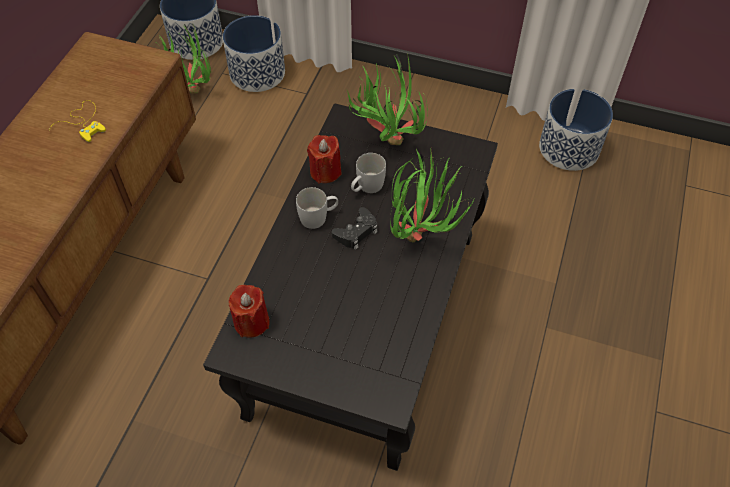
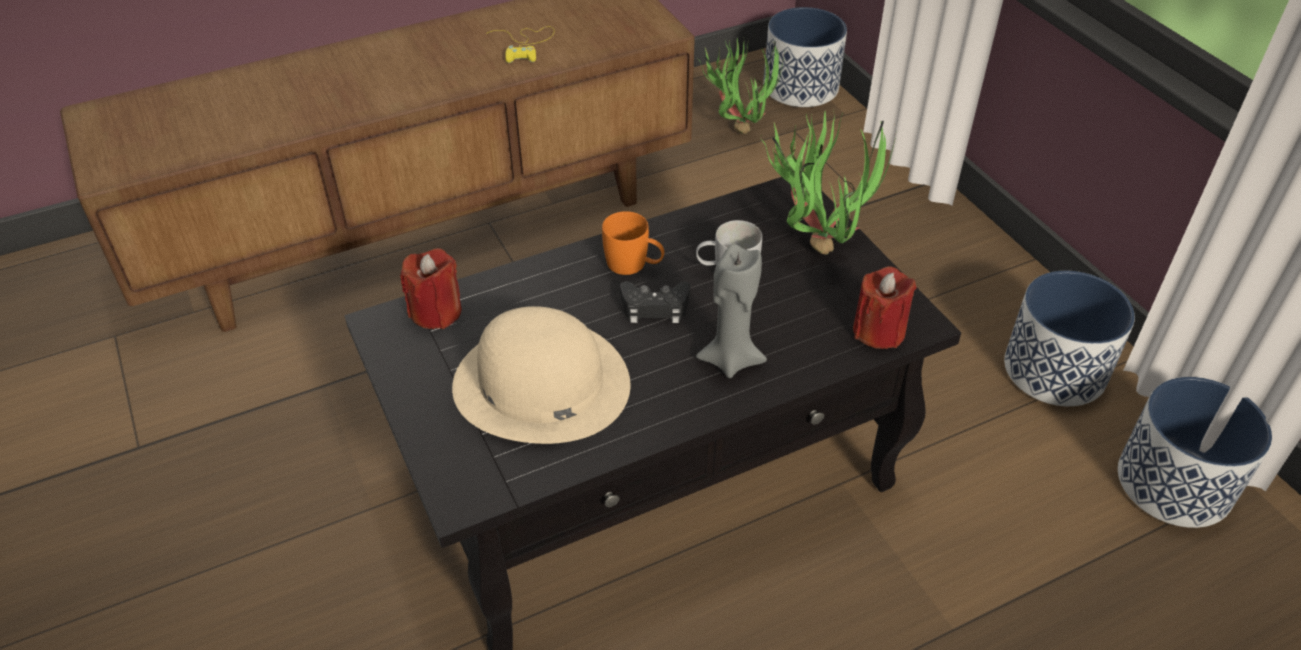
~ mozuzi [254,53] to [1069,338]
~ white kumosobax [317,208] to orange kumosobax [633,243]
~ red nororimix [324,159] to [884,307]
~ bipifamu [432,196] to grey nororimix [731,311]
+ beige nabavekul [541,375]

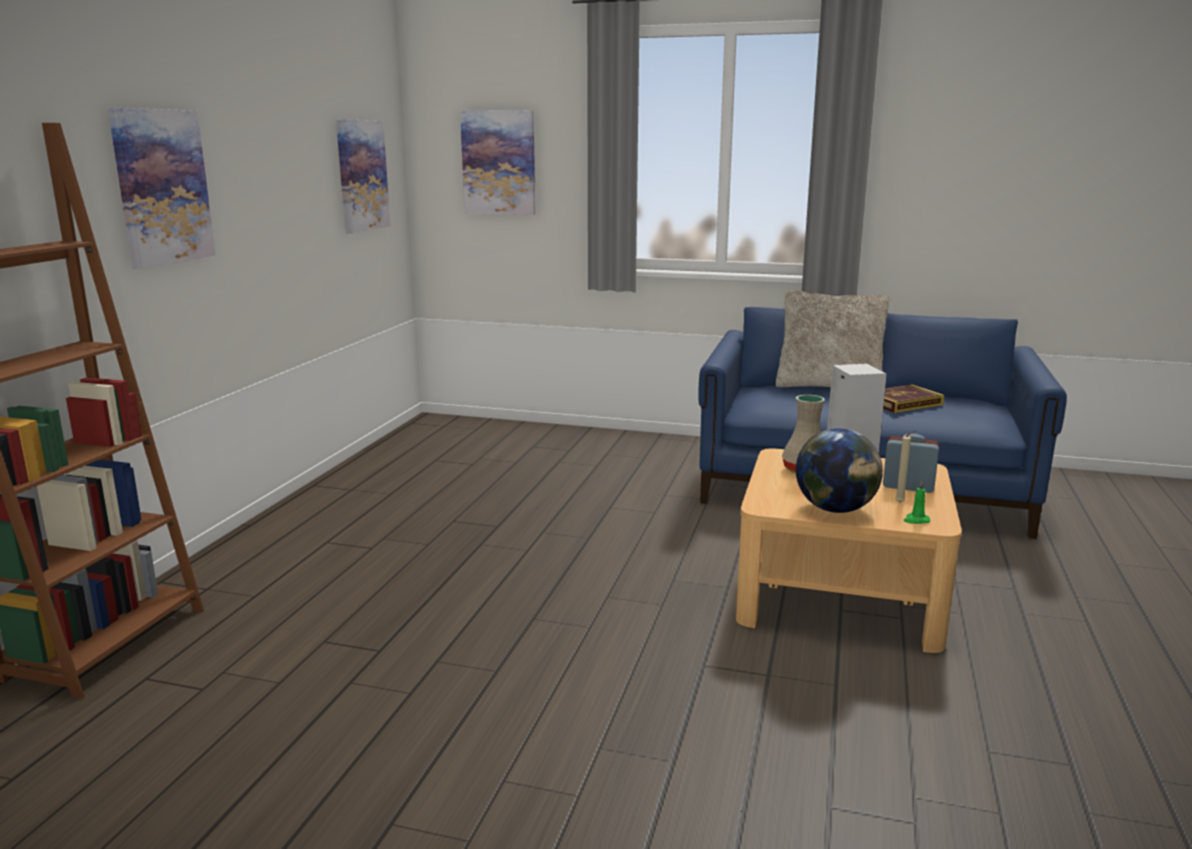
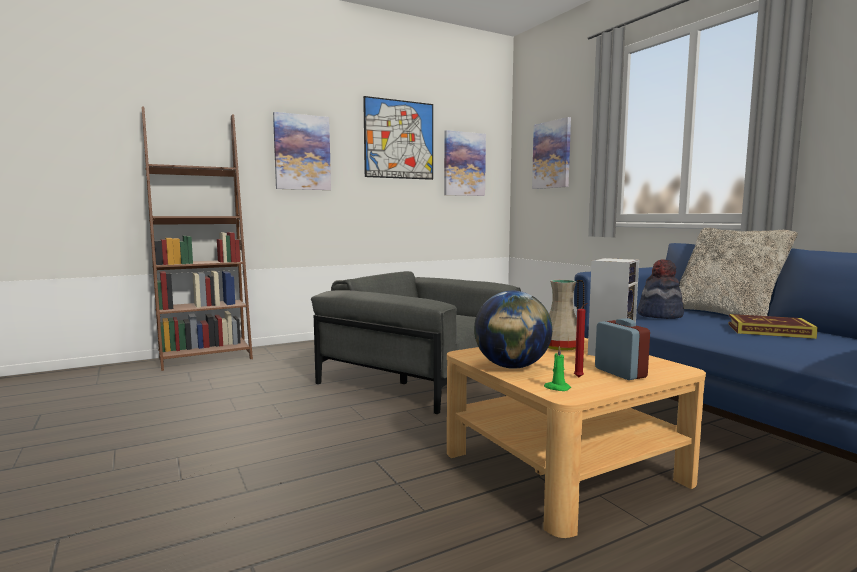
~ beige nororimix [905,467] to red nororimix [581,340]
+ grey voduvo [416,342]
+ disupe [398,138]
+ nabavekul [660,289]

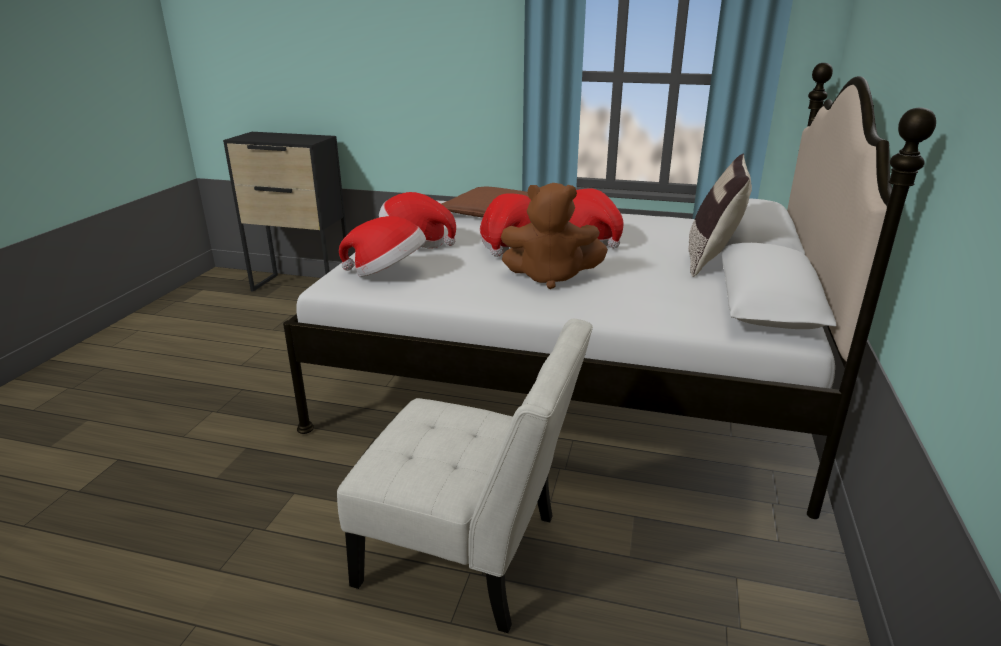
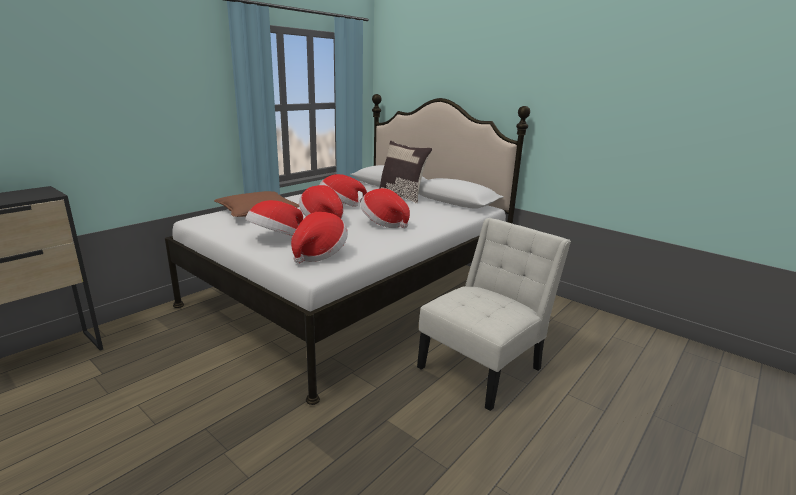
~ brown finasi [554,236] to nabavekul [385,208]

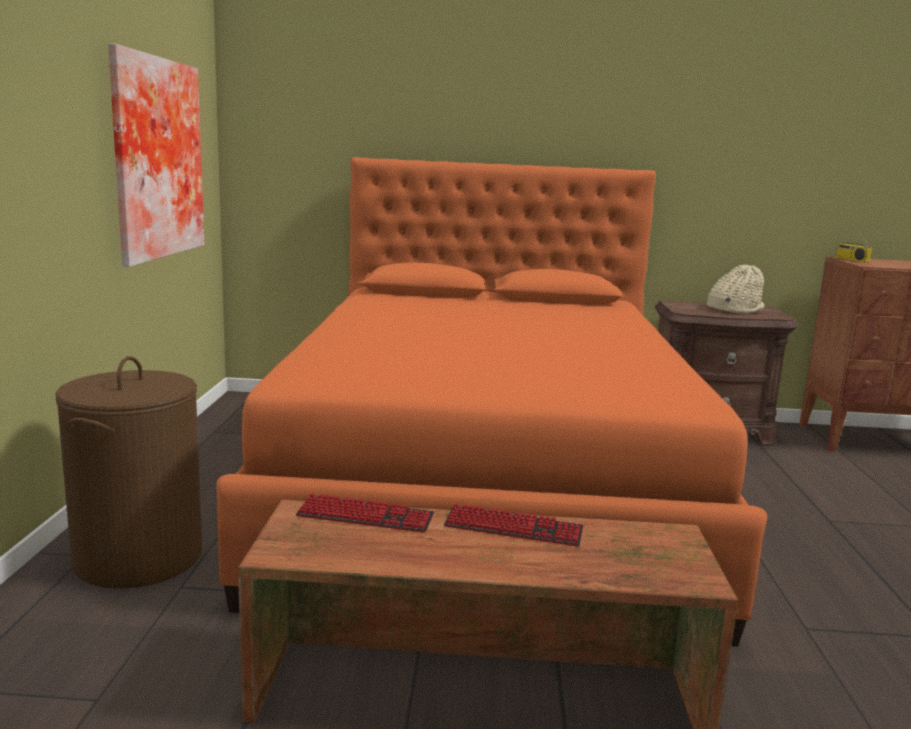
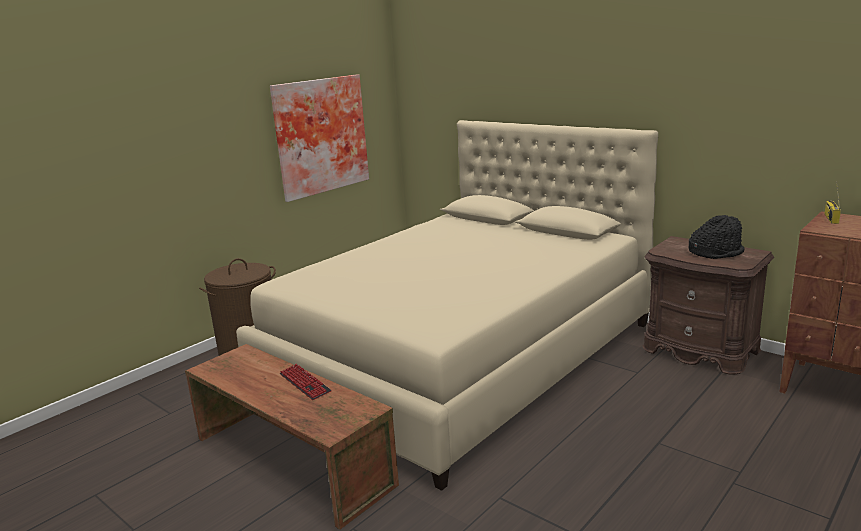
~ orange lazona [491,402] to beige lazona [447,305]
- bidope [365,513]
~ beige nabavekul [735,289] to black nabavekul [716,237]

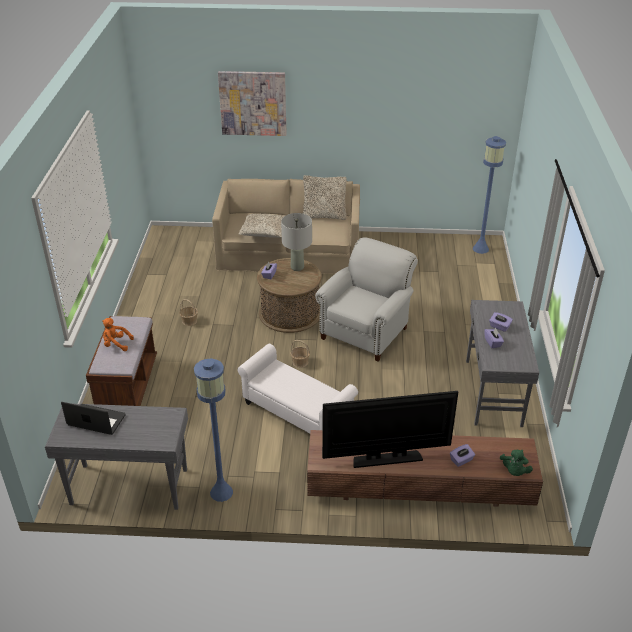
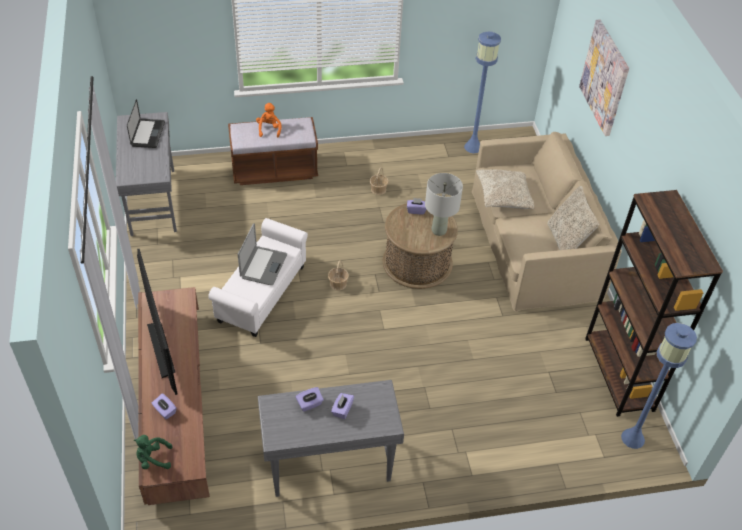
~ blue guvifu [213,430] to [482,92]
- white voduvo [366,299]
+ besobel [262,254]
+ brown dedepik [654,303]

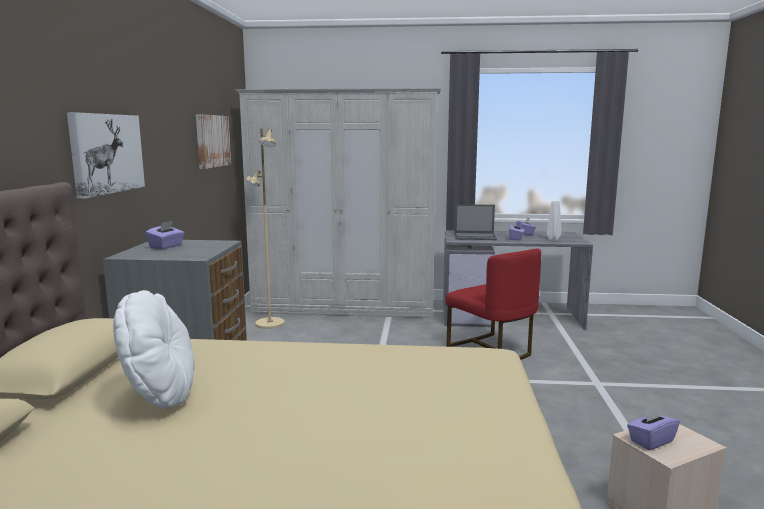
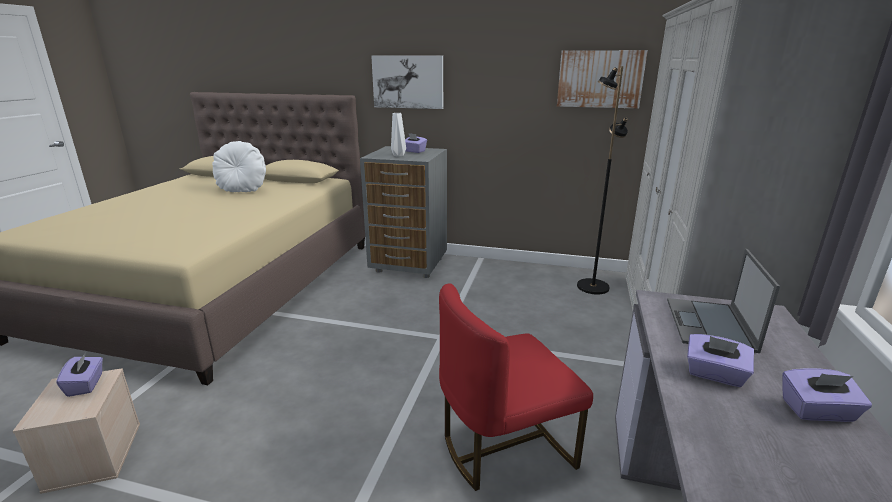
~ beige guvifu [265,229] to black guvifu [602,180]
~ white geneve [554,221] to [398,135]

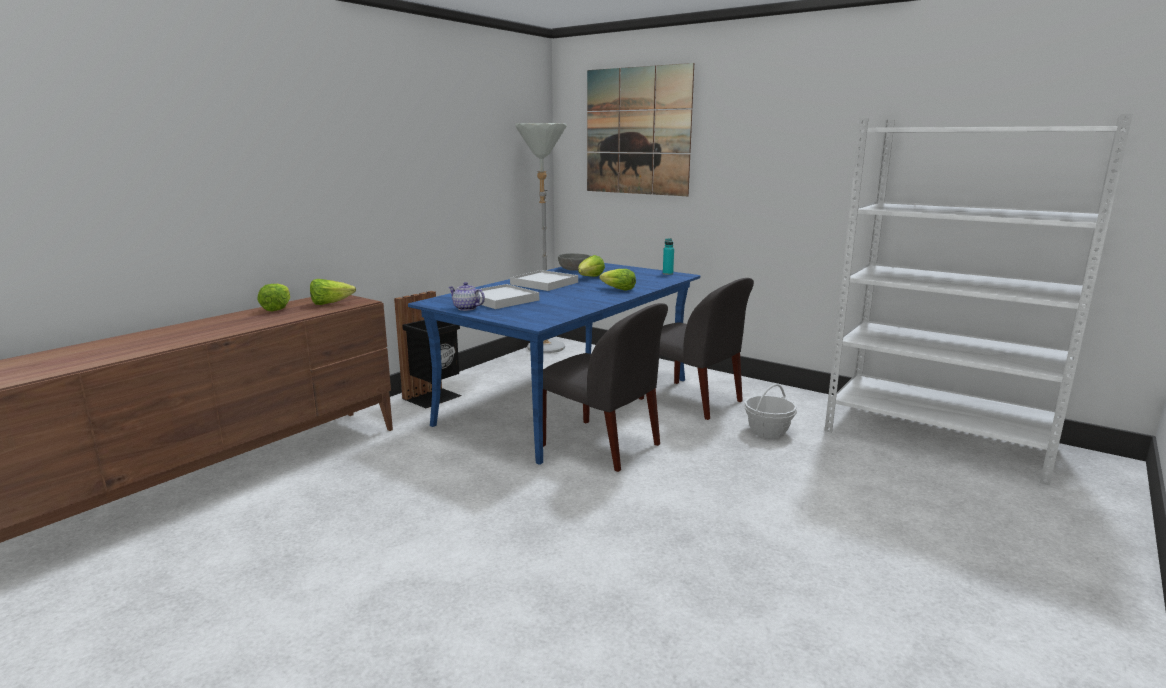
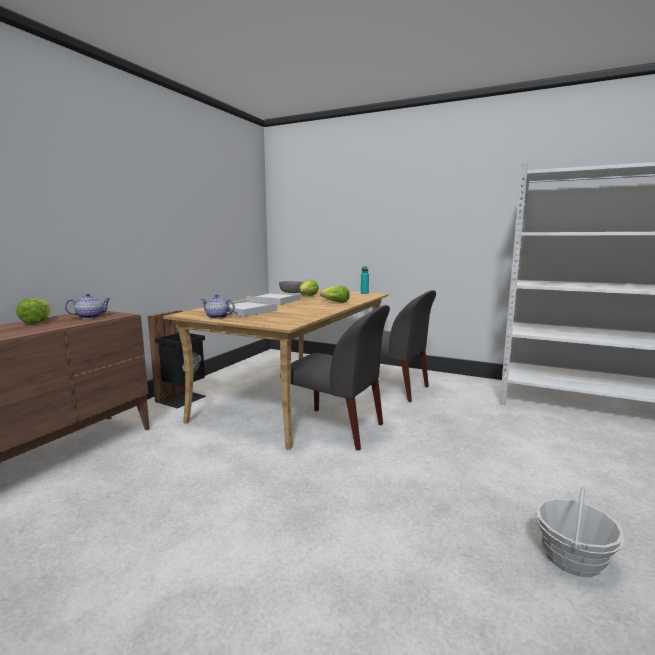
~ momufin [333,292] to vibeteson [88,306]
~ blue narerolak [554,364] to beige narerolak [276,369]
- grey guvifu [541,238]
- disupe [640,129]
~ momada [770,411] to [580,532]

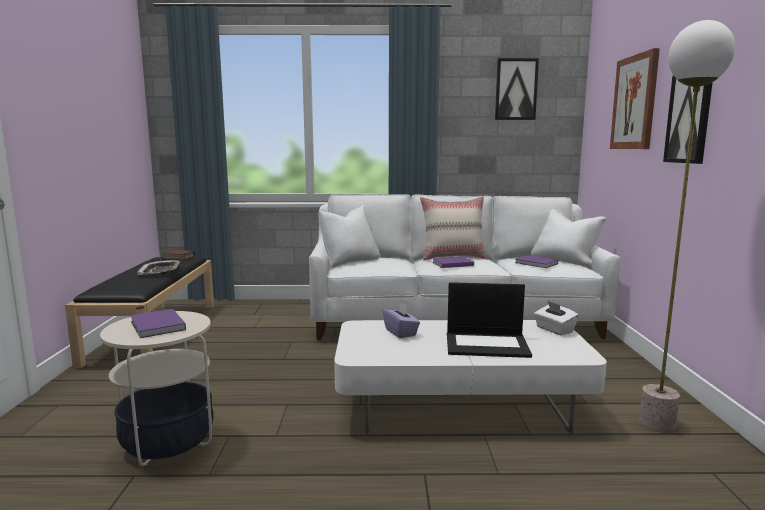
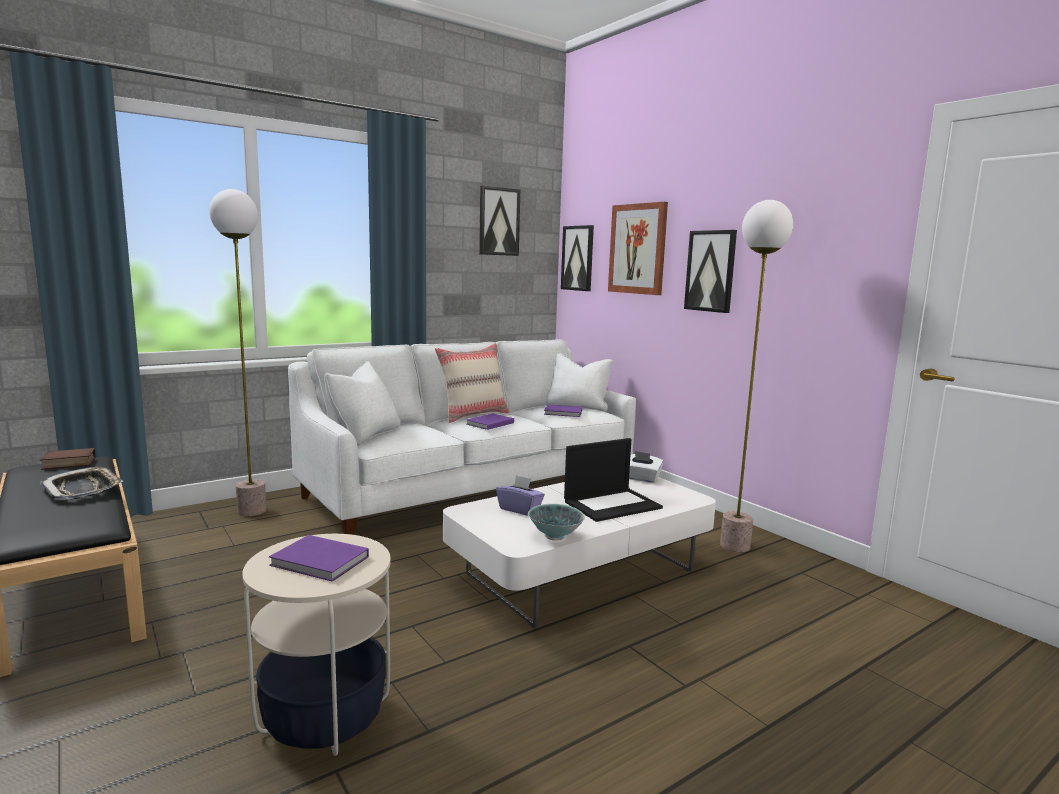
+ guvifu [238,352]
+ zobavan [556,522]
+ disupe [577,258]

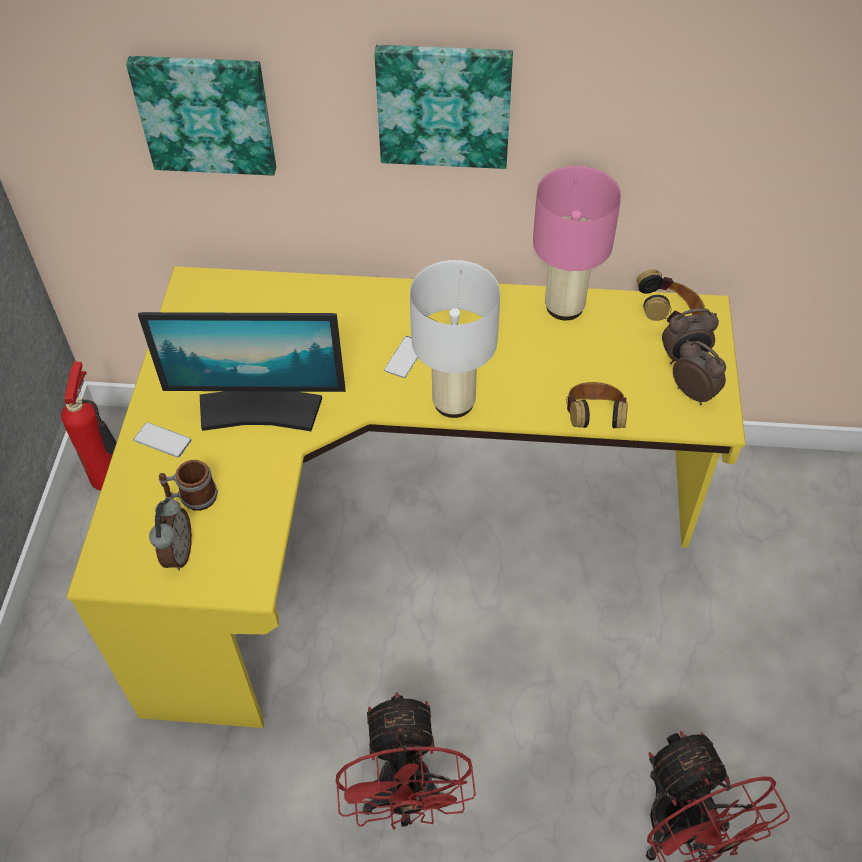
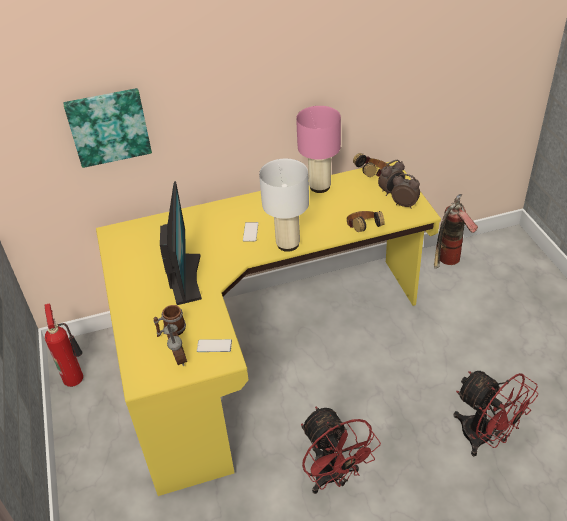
~ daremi [162,439] to [214,345]
~ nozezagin [242,371] = [181,243] 75 degrees counterclockwise
- disupe [443,107]
+ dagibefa [456,231]

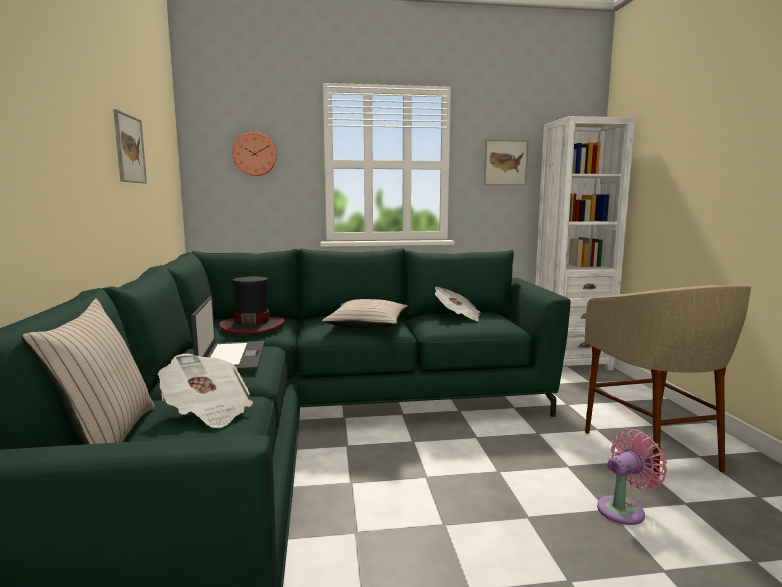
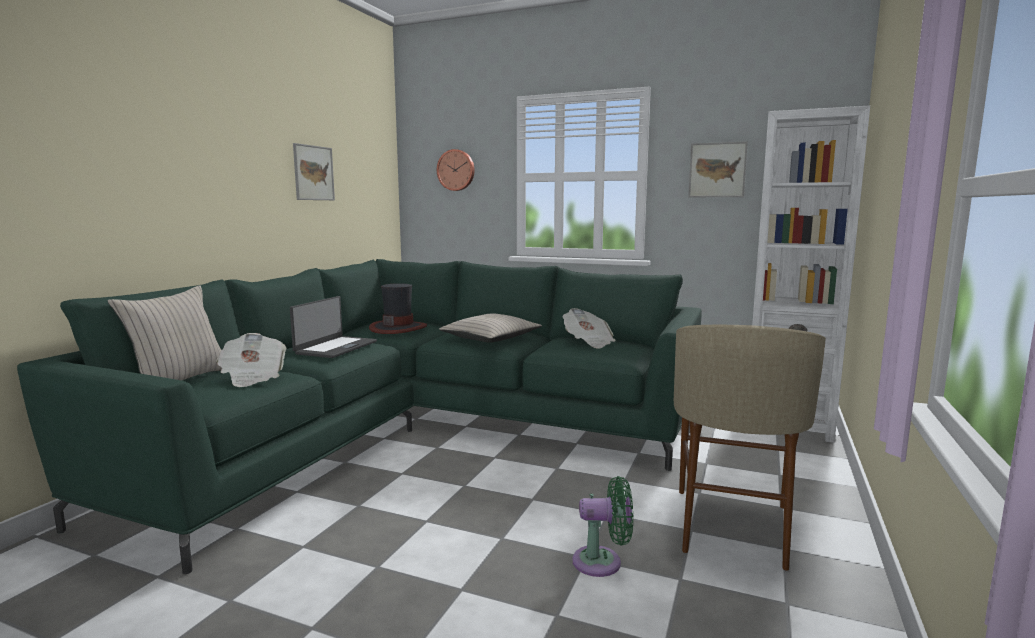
~ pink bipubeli [632,477] to green bipubeli [602,526]

